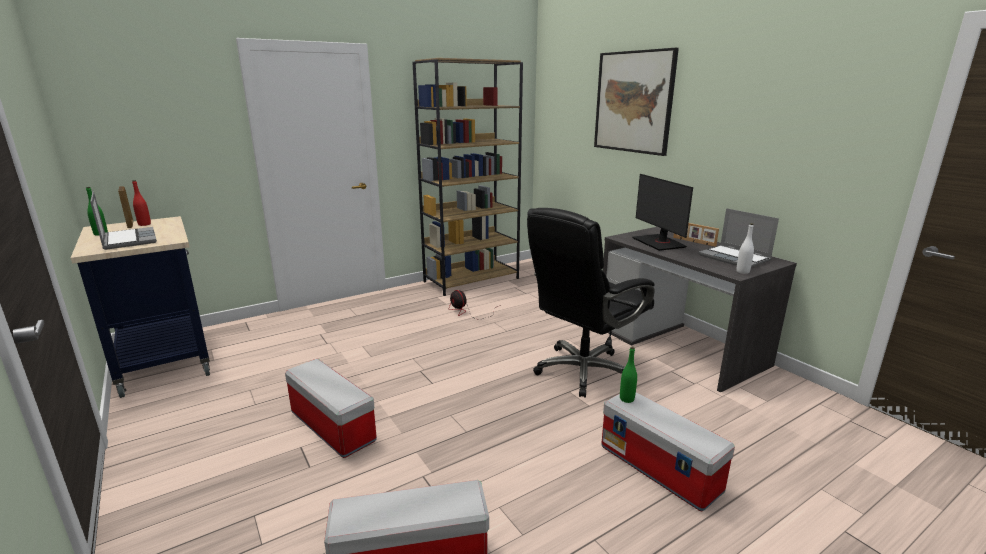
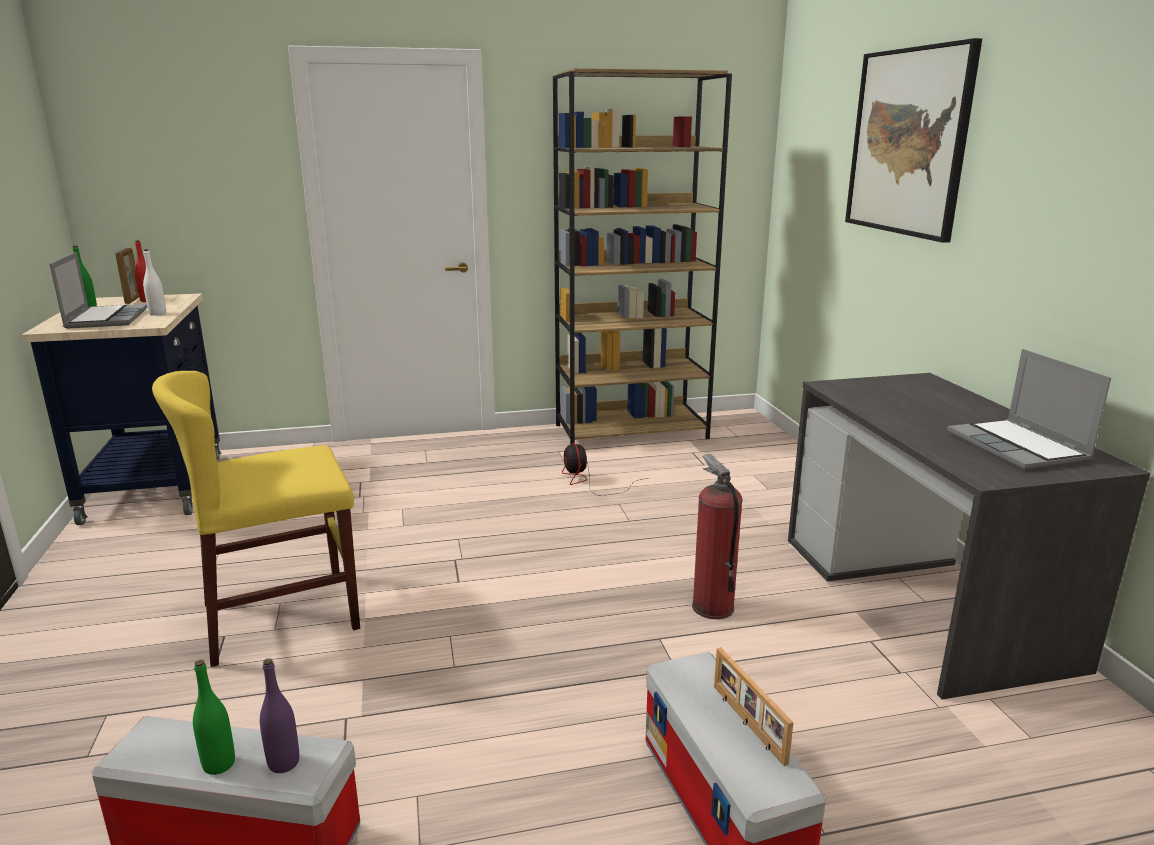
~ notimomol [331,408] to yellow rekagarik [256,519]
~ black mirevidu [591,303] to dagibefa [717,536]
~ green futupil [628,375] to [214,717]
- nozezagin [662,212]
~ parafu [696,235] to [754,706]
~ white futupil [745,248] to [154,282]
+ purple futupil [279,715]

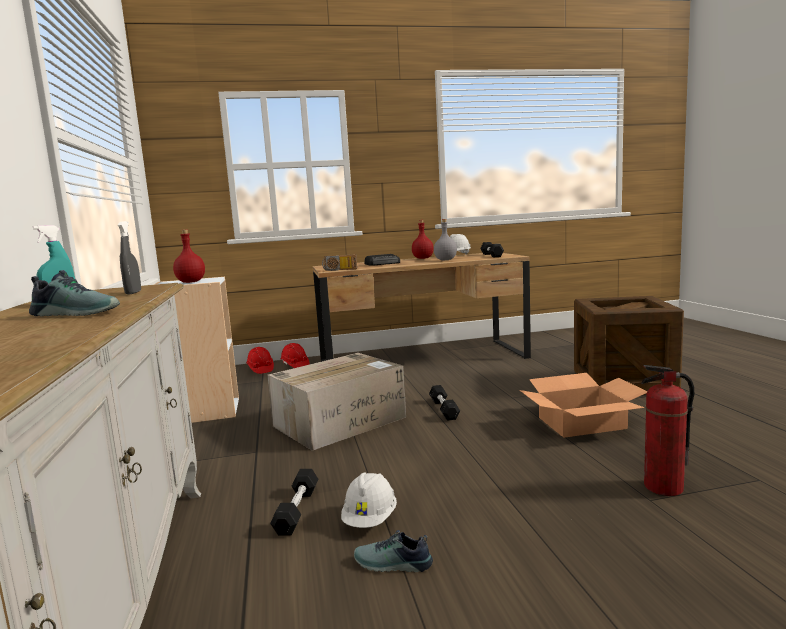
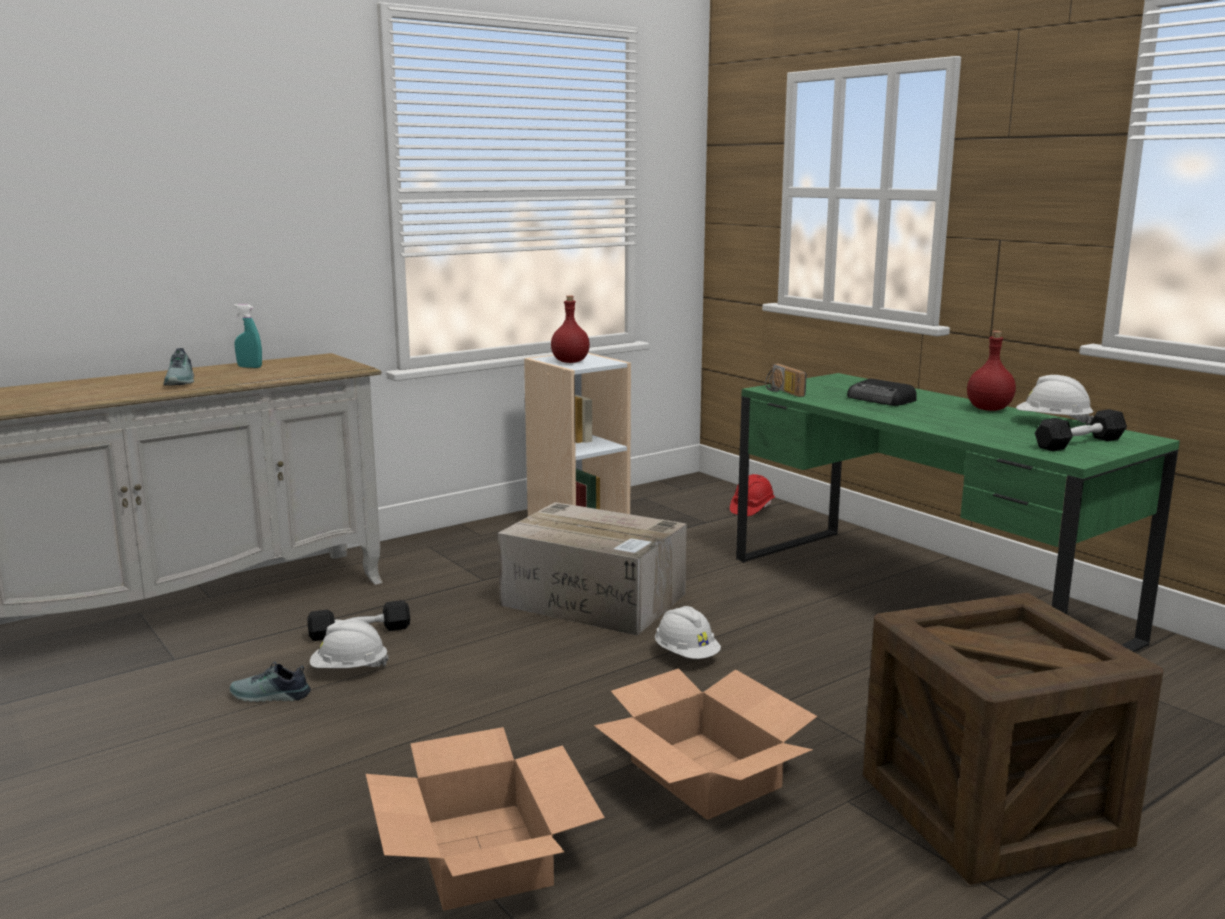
- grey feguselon [129,258]
- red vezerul [295,355]
~ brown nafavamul [422,307] to green nafavamul [958,512]
~ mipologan [393,551] = [270,682] 75 degrees counterclockwise
~ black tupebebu [444,403] to white vezerul [688,632]
- grey futupil [445,239]
~ dagibefa [667,430] to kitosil [485,819]

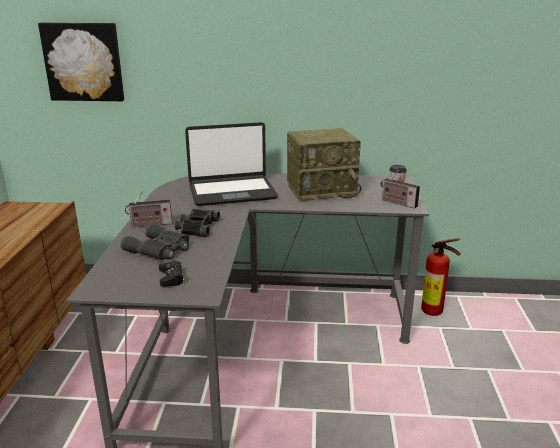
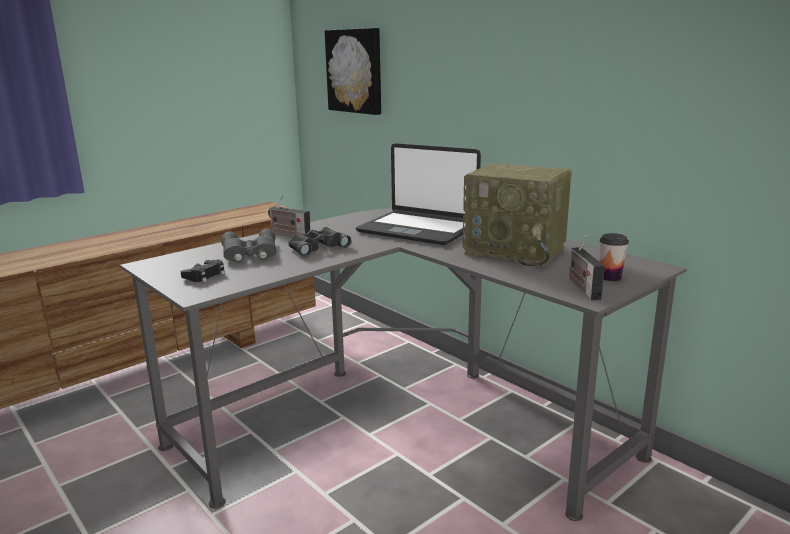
- dagibefa [441,277]

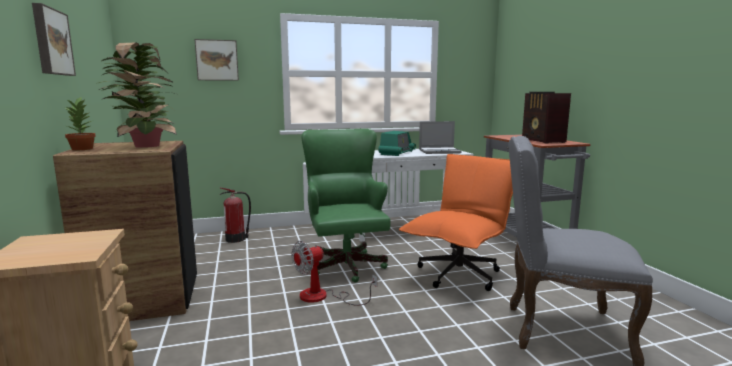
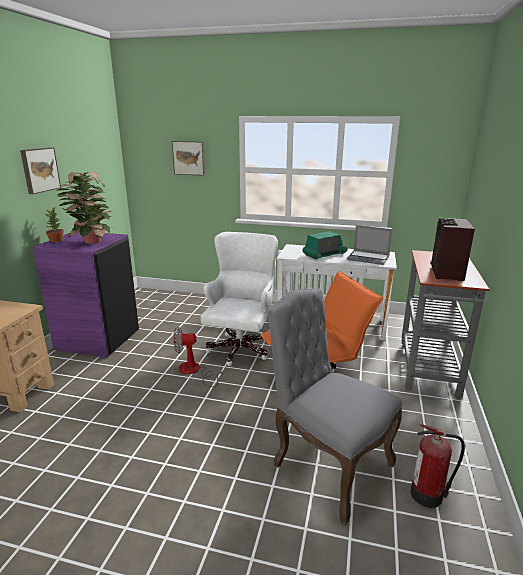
~ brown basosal [125,231] to purple basosal [86,295]
~ dagibefa [235,215] to [438,466]
~ green mirevidu [346,206] to white mirevidu [239,299]

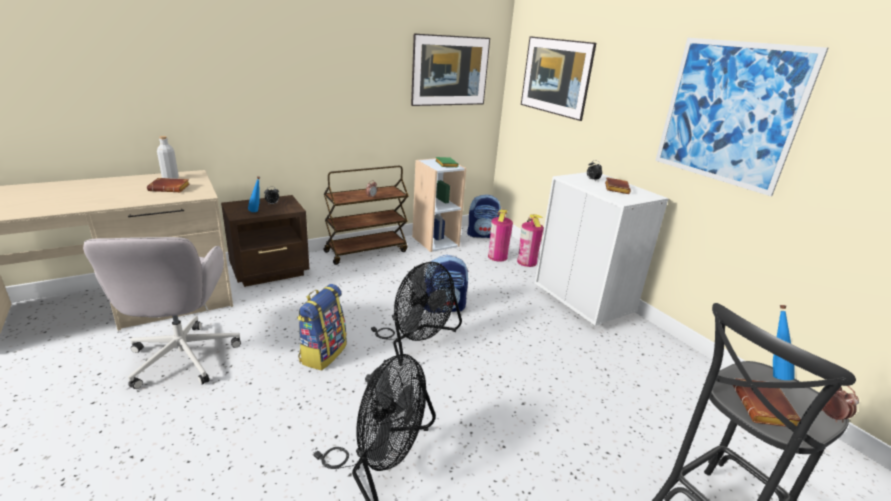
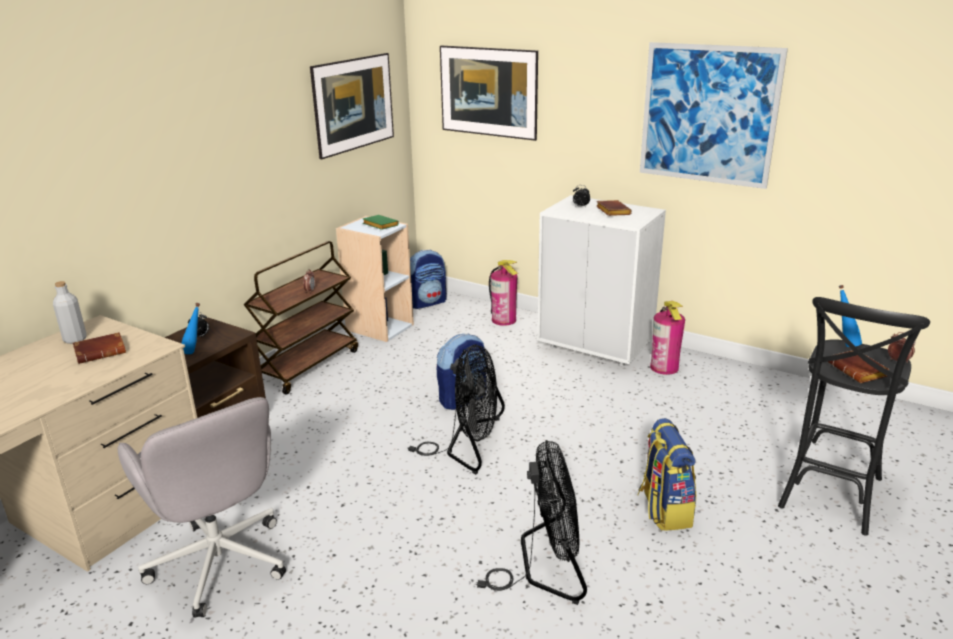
~ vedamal [322,327] to [667,474]
~ dagibefa [500,235] to [667,338]

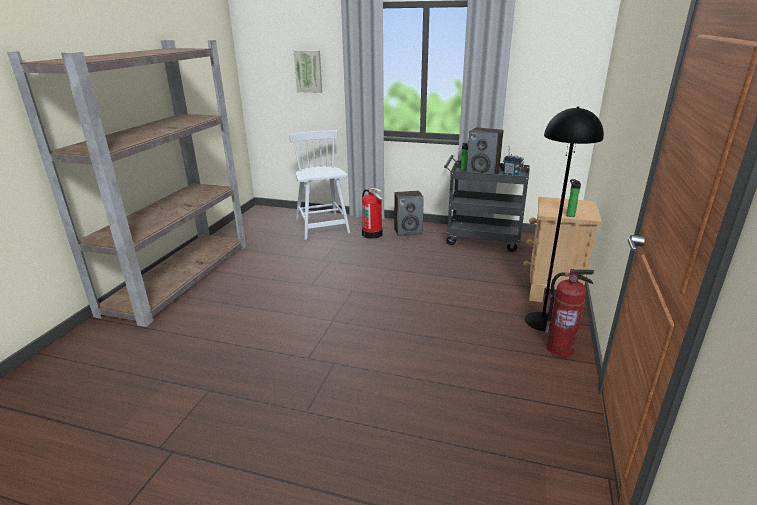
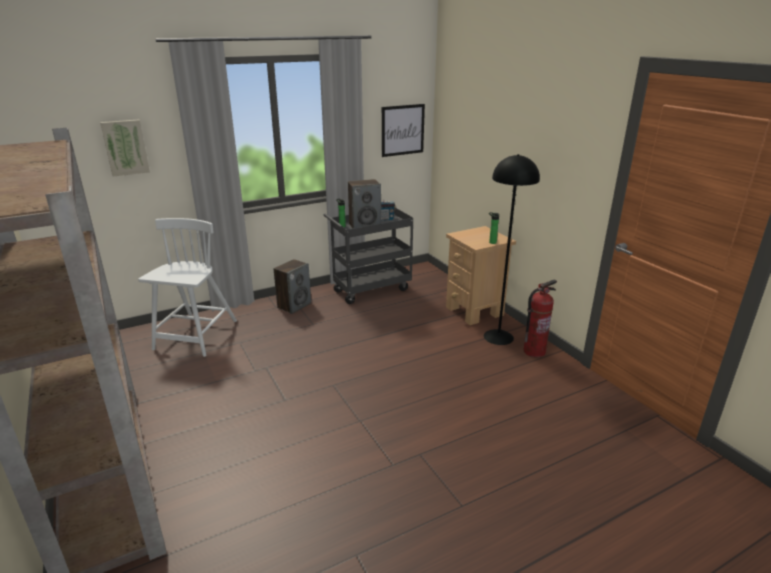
~ white rekagarik [319,185] = [187,287] 75 degrees clockwise
- dagibefa [372,213]
+ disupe [403,130]

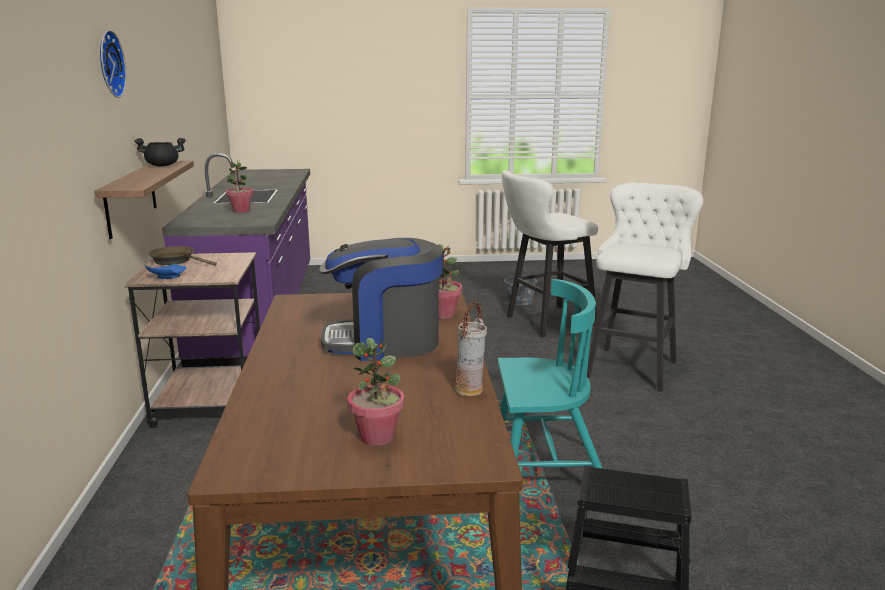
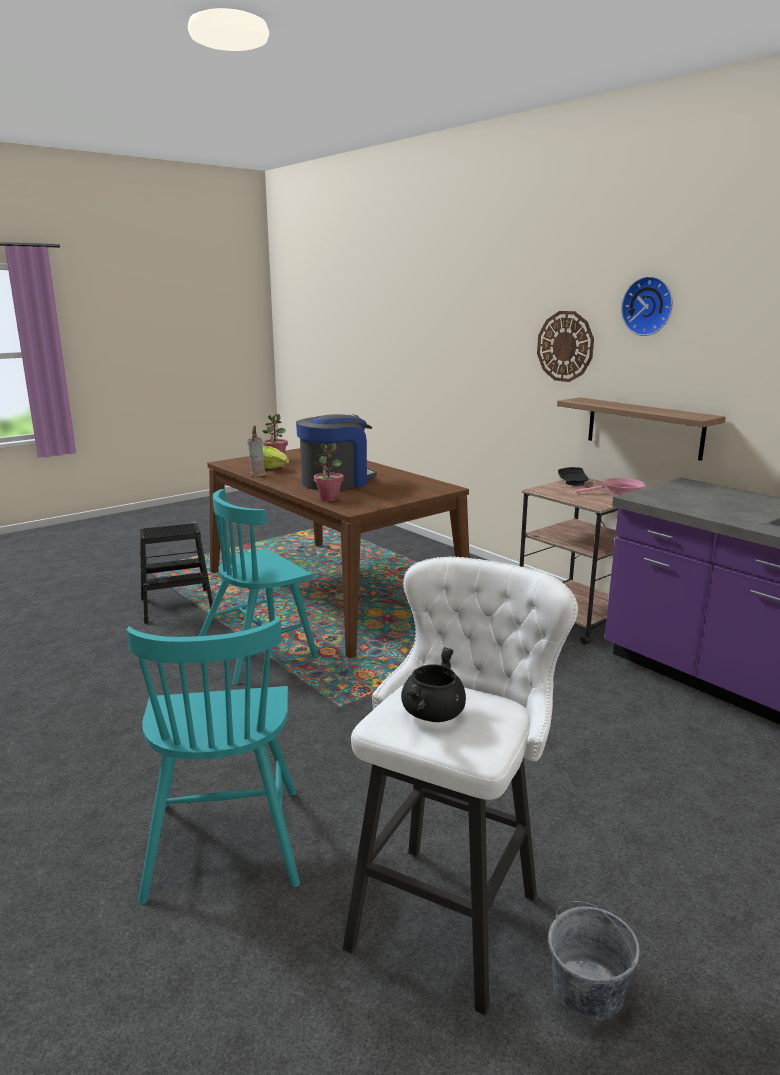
~ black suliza [160,152] to [433,684]
~ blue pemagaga [165,271] to black pemagaga [573,476]
~ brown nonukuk [182,256] to pink nonukuk [610,486]
- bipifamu [239,186]
~ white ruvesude [645,287] to turquoise rekagarik [213,760]
+ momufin [276,457]
+ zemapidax [565,346]

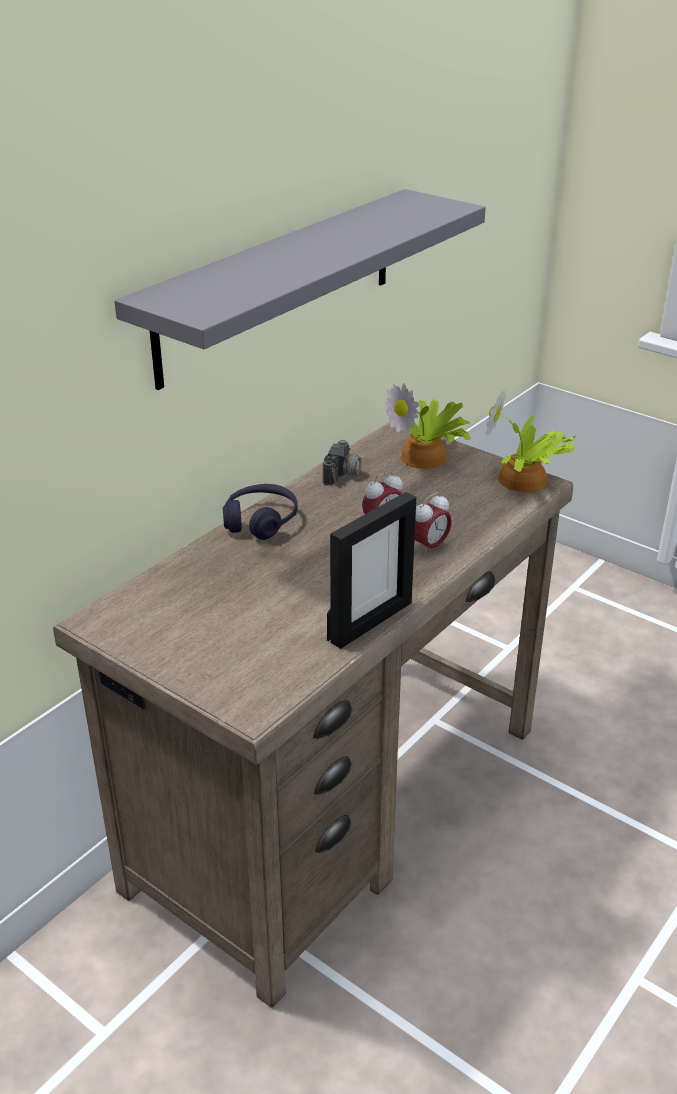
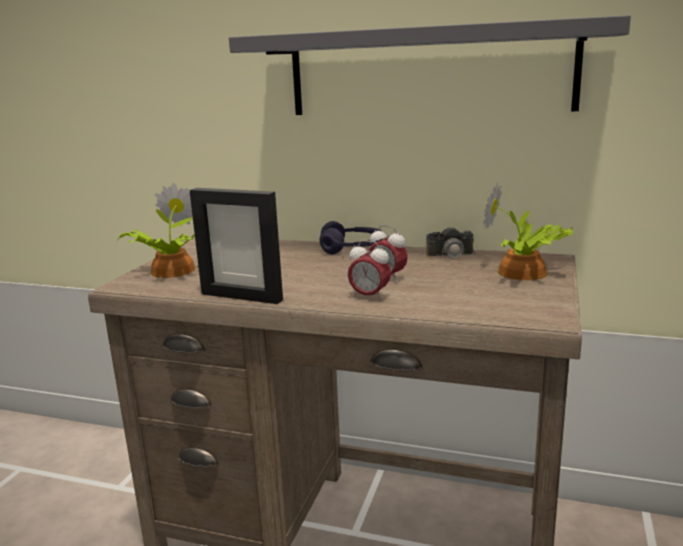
~ bipifamu [530,441] to [156,230]

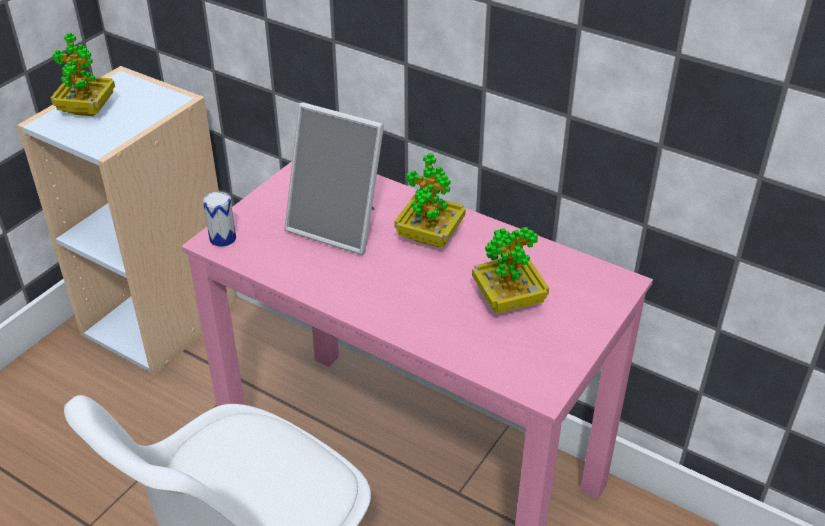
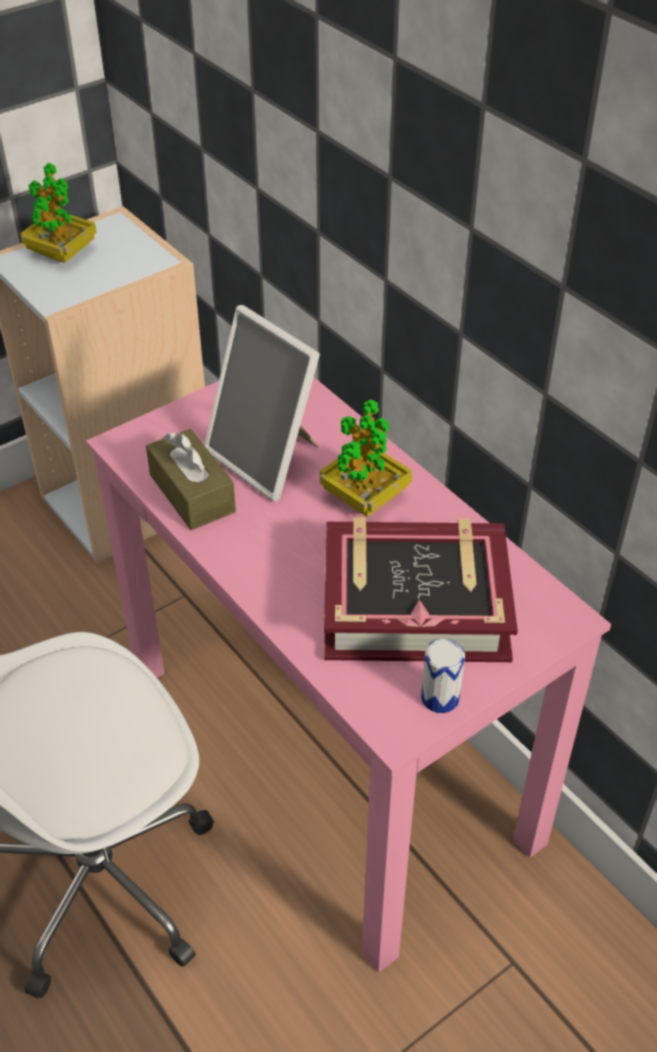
~ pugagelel [219,219] to [443,675]
~ bipifamu [510,270] to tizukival [421,589]
+ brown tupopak [191,479]

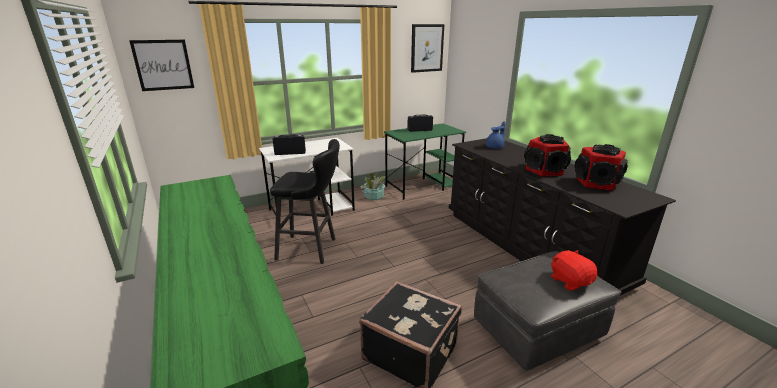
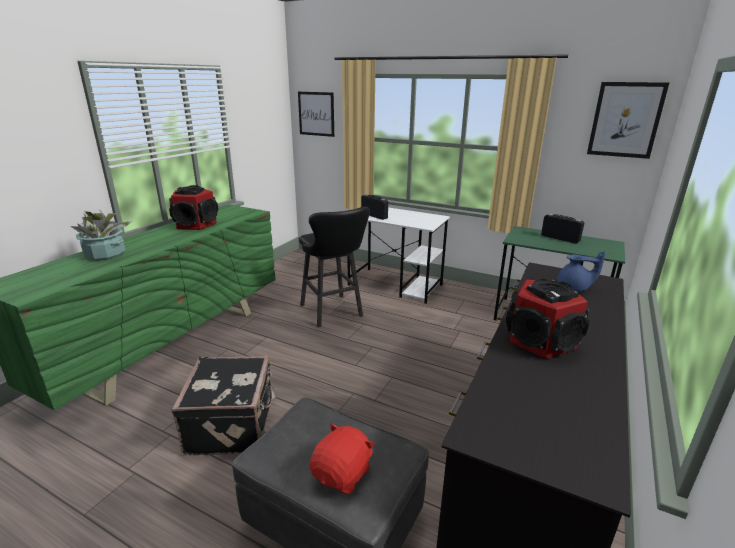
~ bipifamu [372,186] to [101,236]
~ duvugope [601,167] to [193,207]

